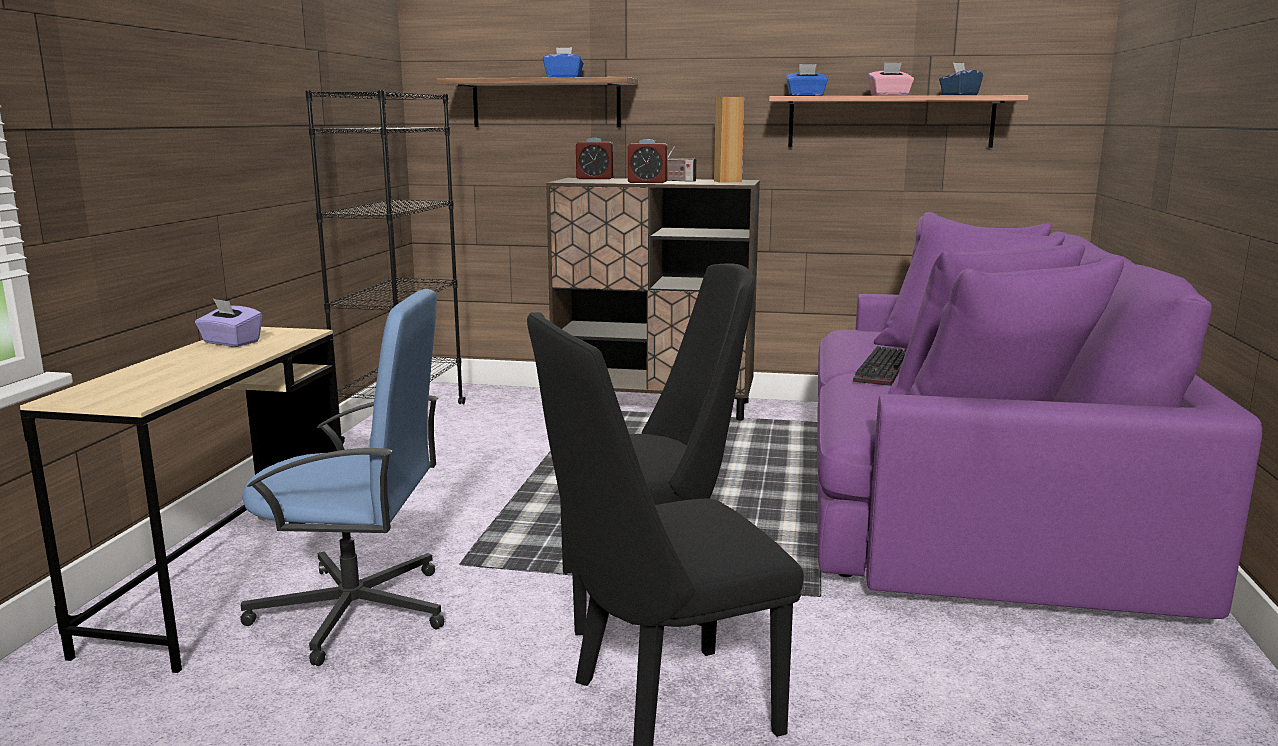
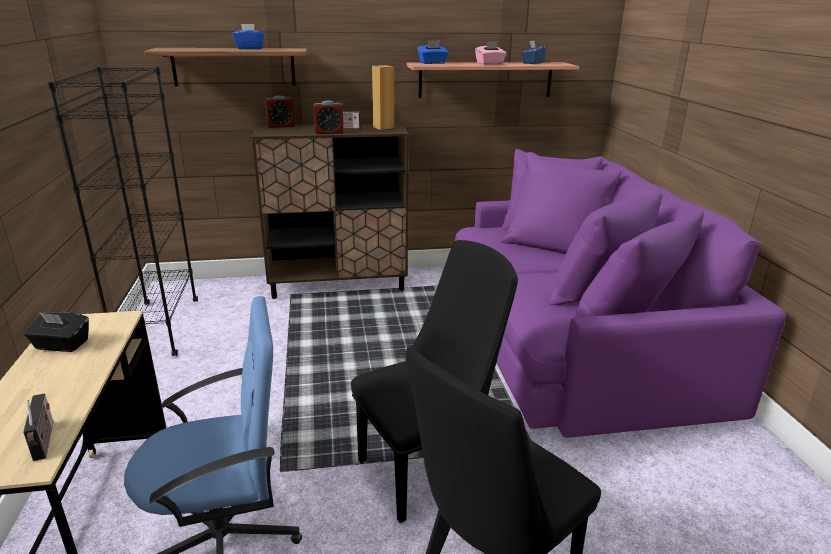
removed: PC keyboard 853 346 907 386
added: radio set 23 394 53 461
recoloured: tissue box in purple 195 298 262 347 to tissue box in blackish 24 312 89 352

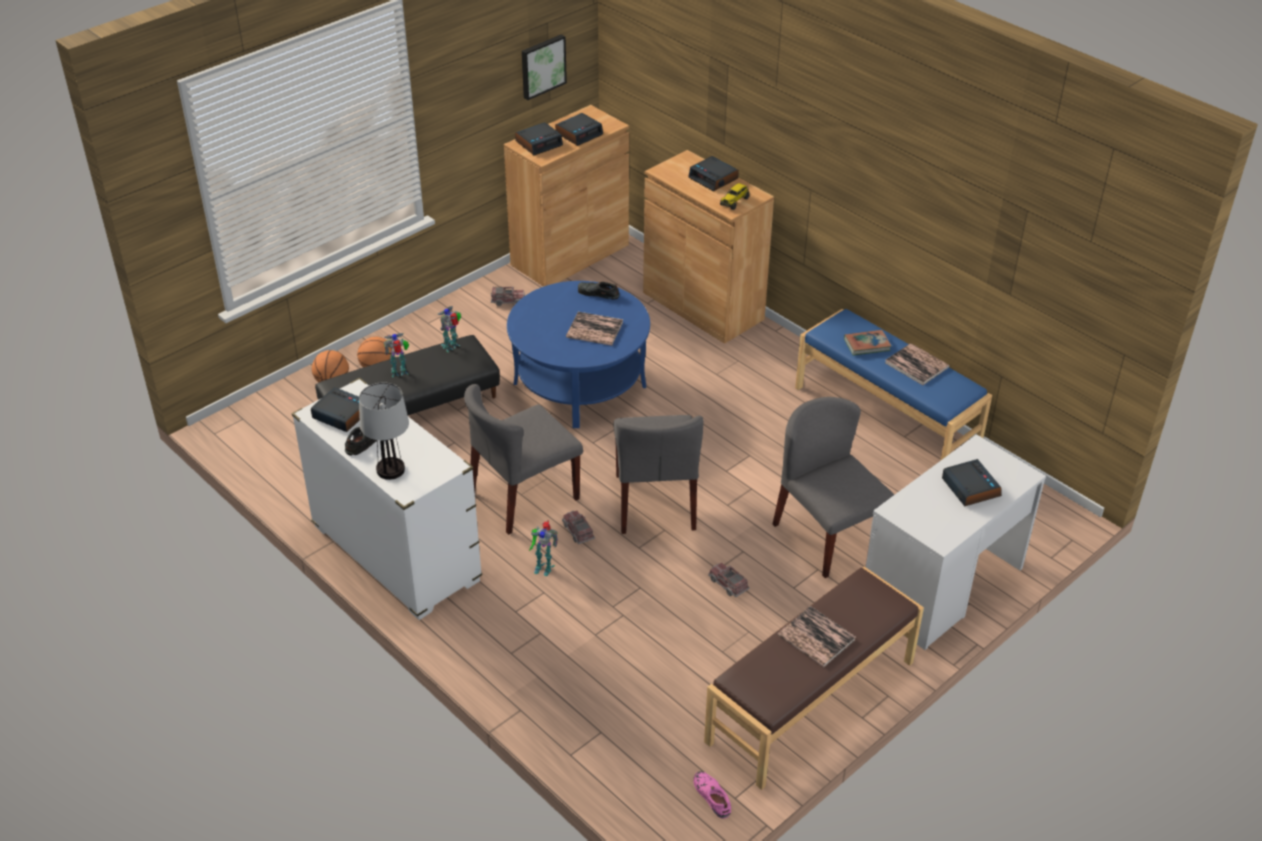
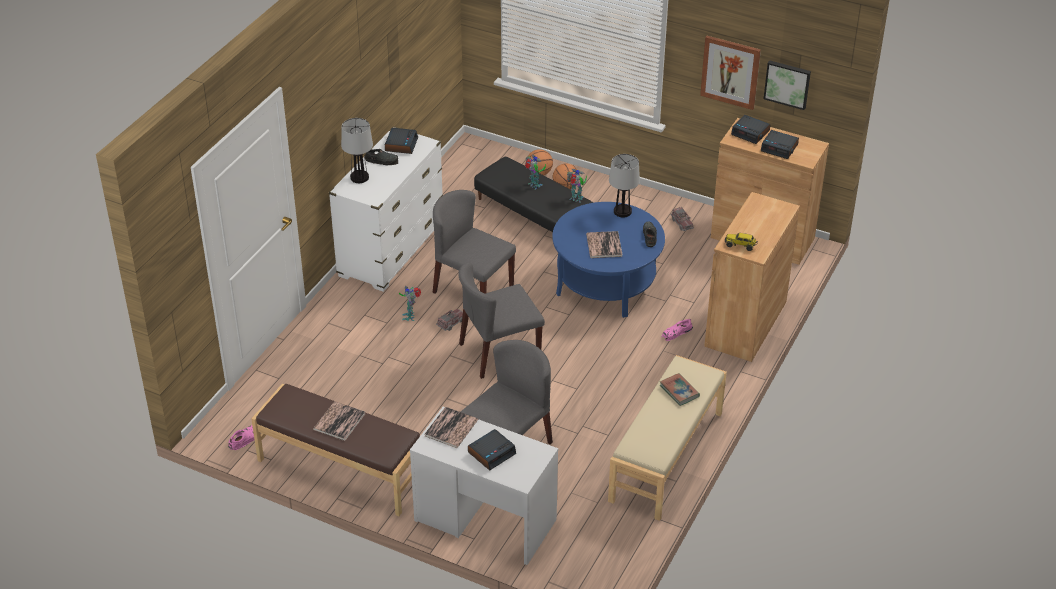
removed: bedside clock 688 156 739 191; toy lorry 708 563 750 597
added: tabletop lamp 609 154 640 218; low shoe in pink-coloured 661 318 693 341; wall art 700 36 761 110
moved: volume 885 343 950 385 to 425 407 478 448
recoloured: indoor bench in bluish 795 309 992 461 to indoor bench in beige 608 355 727 521

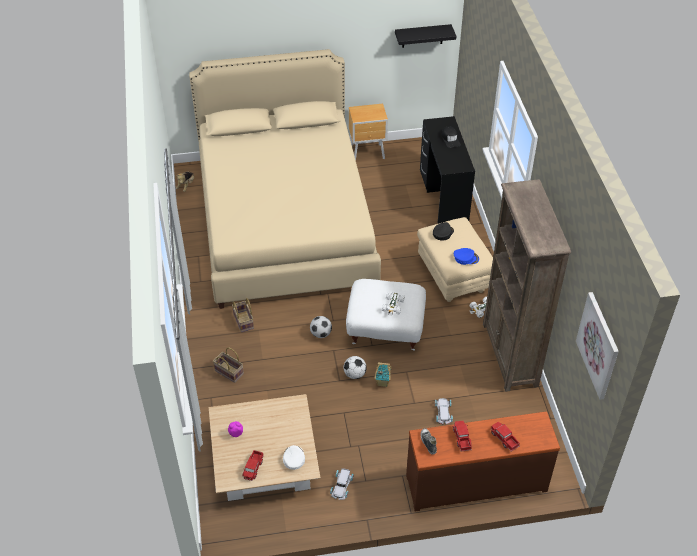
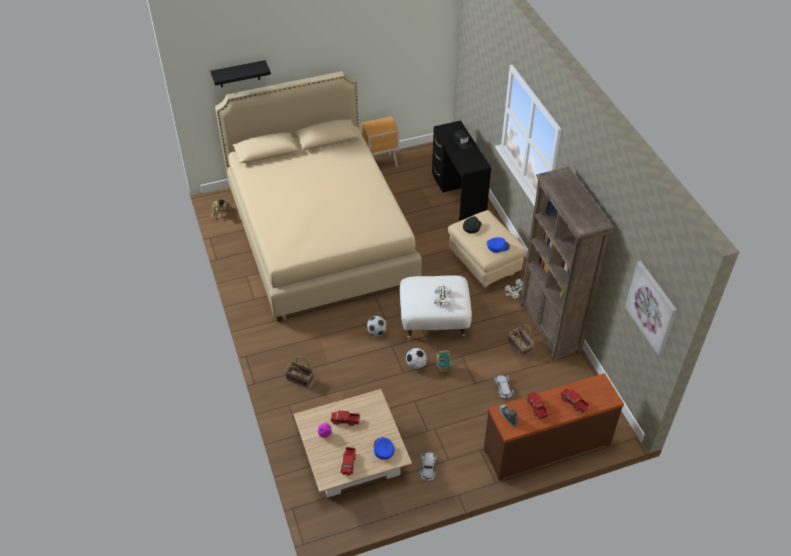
added: toy lorry 331 410 360 426
moved: wall shelf in blackish 395 24 457 48 to 210 60 271 87; household basket 232 298 254 332 to 508 324 535 357
recoloured: cap in whitish 283 445 305 470 to cap in bluish 374 437 394 460

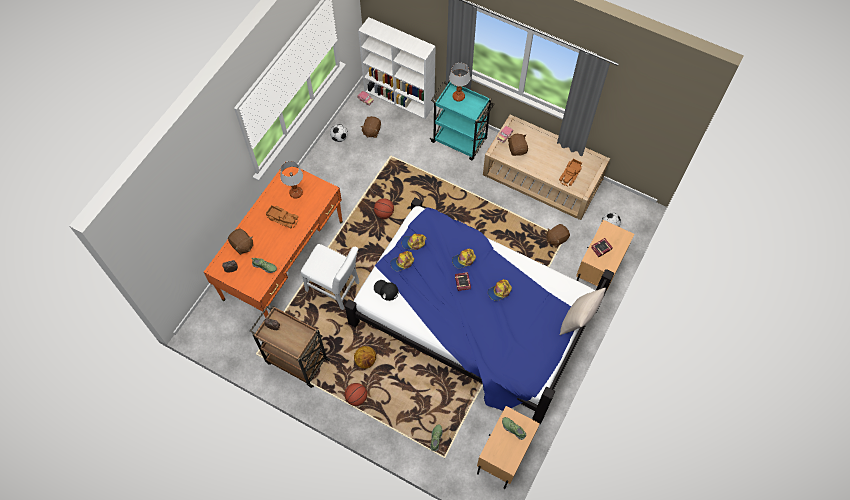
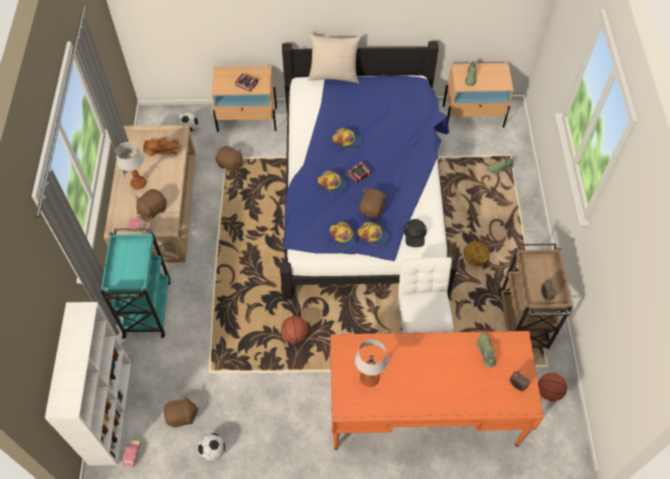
removed: toy lorry 266 205 299 228
moved: tabletop lamp 449 63 470 102 to 116 142 146 189; plush toy in brownish 228 228 253 255 to 359 189 388 218; ball for basketball 345 383 367 406 to 538 373 567 402

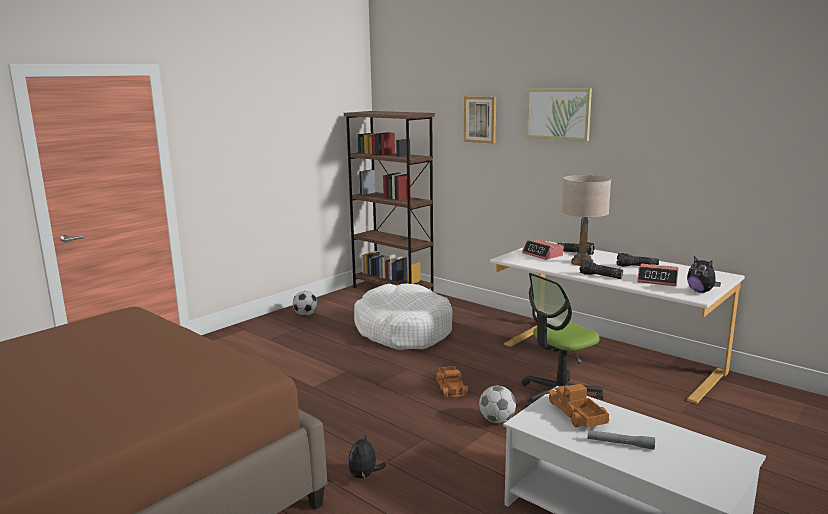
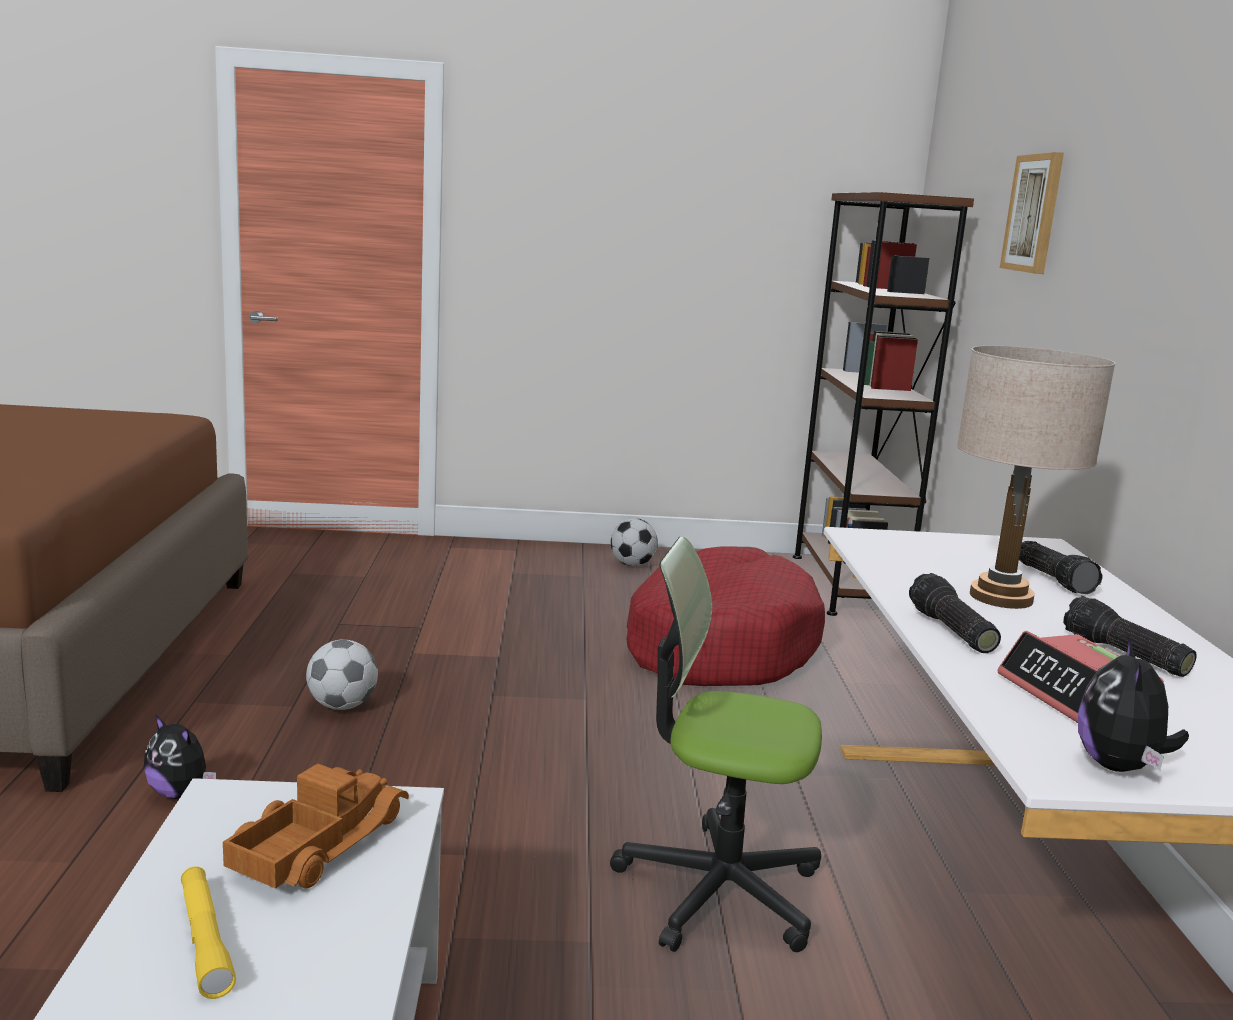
removed: toy lorry 436 366 468 398; bedside clock 522 240 563 260; wall art 526 88 592 141
moved: ball for football 479 386 516 423 to 306 640 378 710
recoloured: flashlight in gray 588 430 655 450 to flashlight in yellow 181 866 236 999; pet bed in whitish 354 283 453 350 to pet bed in red-coloured 626 546 825 686
turned: plush toy 348 432 386 479 = 144 714 216 799 120 degrees counterclockwise

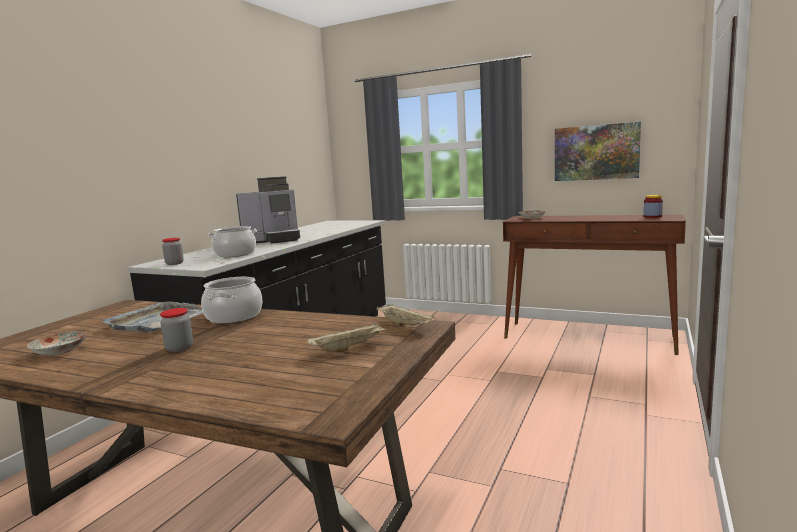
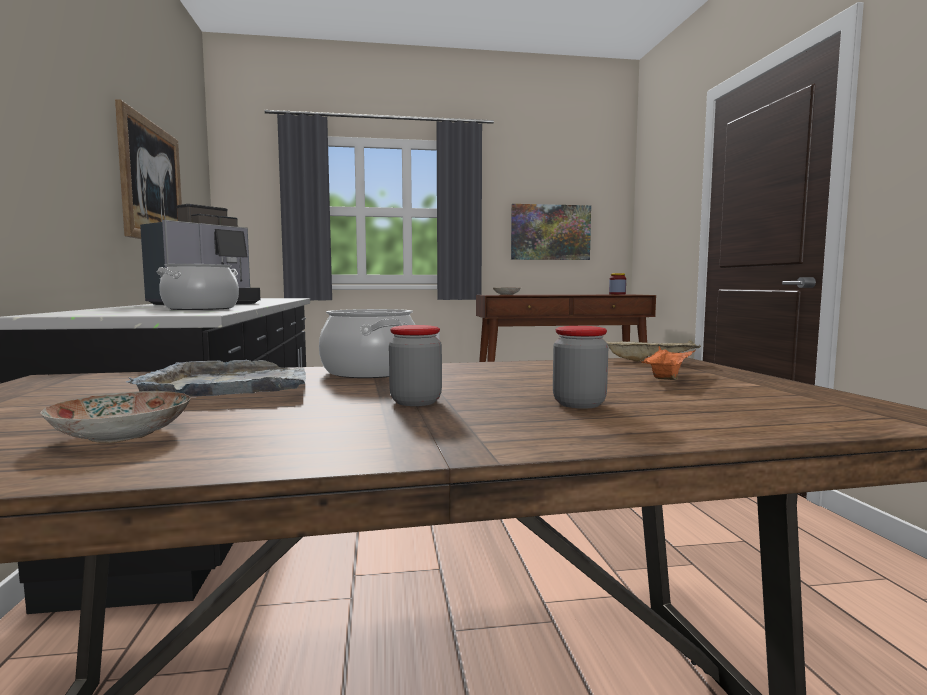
added: wall art 115 99 182 239
moved: jar 162 238 184 265 to 553 326 609 409
recoloured: serving tray in beige 307 322 388 352 to serving tray in orange 641 346 696 380

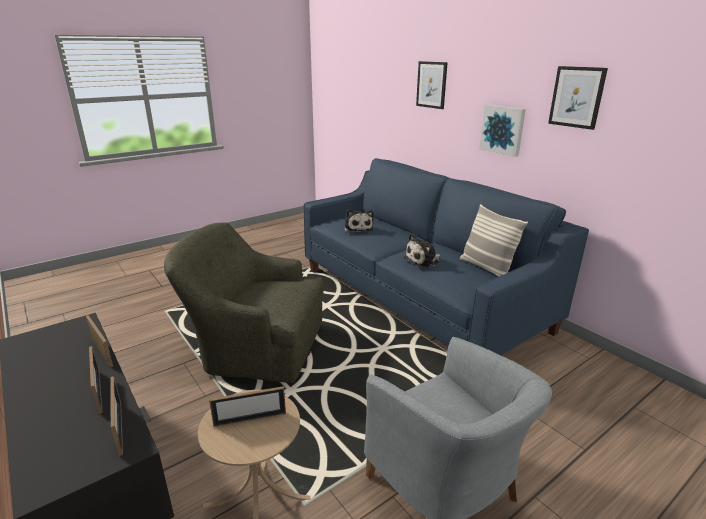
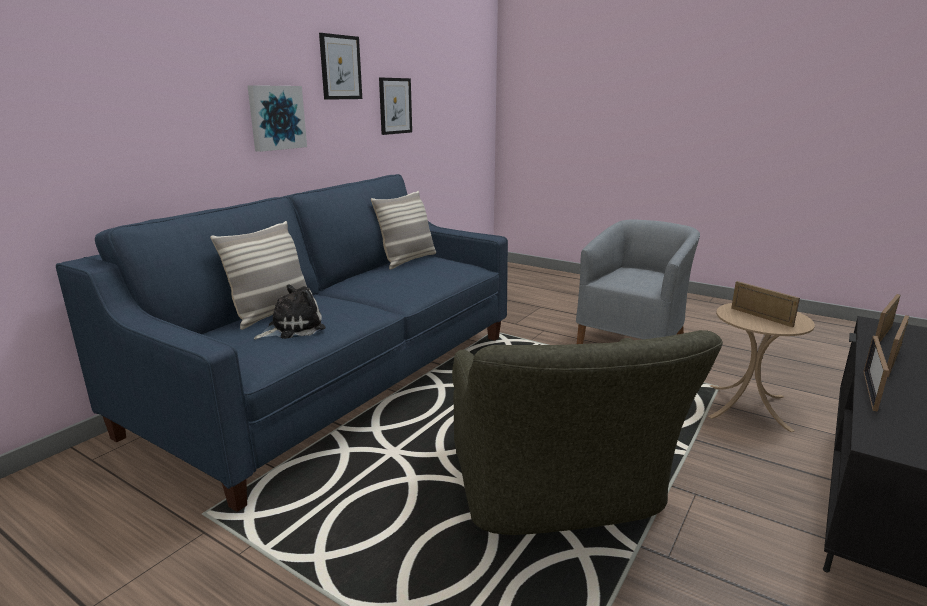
removed: plush toy 404 233 441 268
added: throw pillow 210 221 307 330
moved: wall art 416 61 448 109 to 379 78 412 135

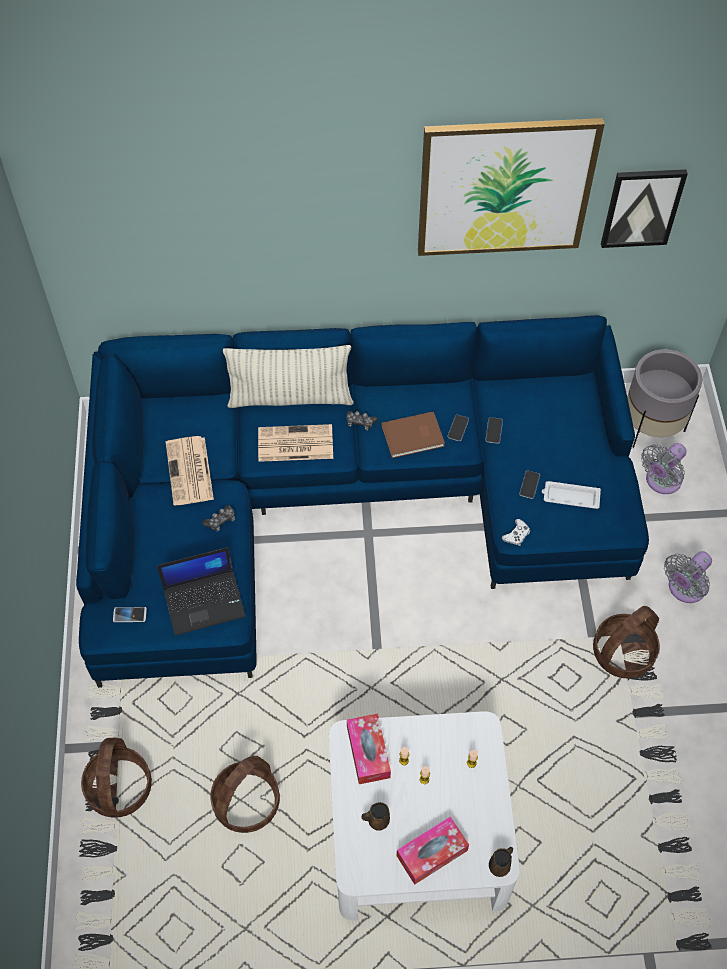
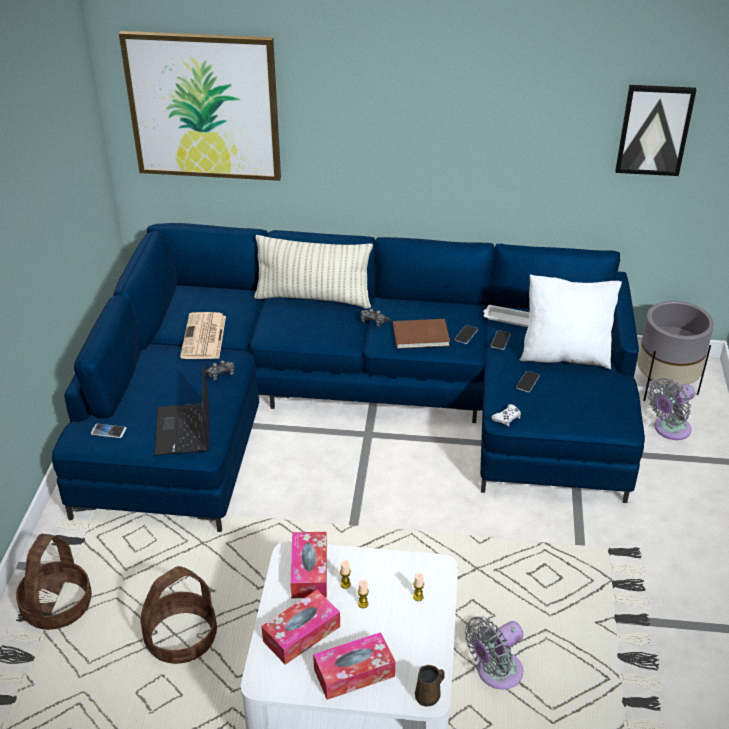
removed: newspaper 258 424 333 462; household basket 593 606 660 678
added: throw pillow in whitish 520 274 622 369
moved: wall art 418 118 605 256 to 119 31 281 181; cooling fan in gray 664 551 712 603 to 465 616 524 689; serving tray in whitish 542 481 601 509 to 483 305 530 327
replaced: coffee mug in brownish 362 802 390 831 to tissue box 261 590 340 665
turned: laptop 157 547 246 636 = 154 364 210 455 90 degrees clockwise

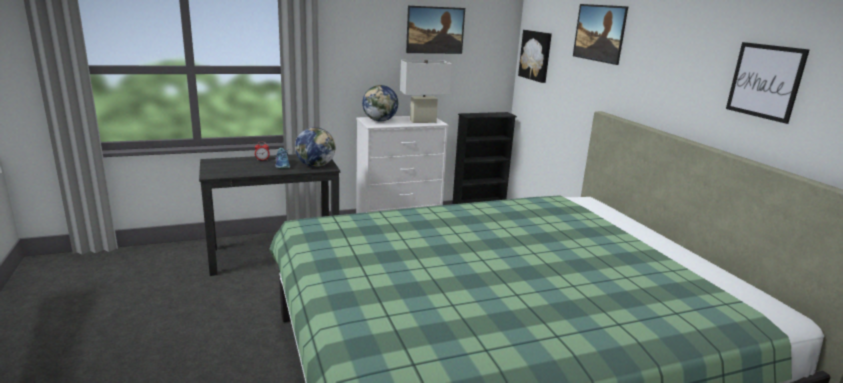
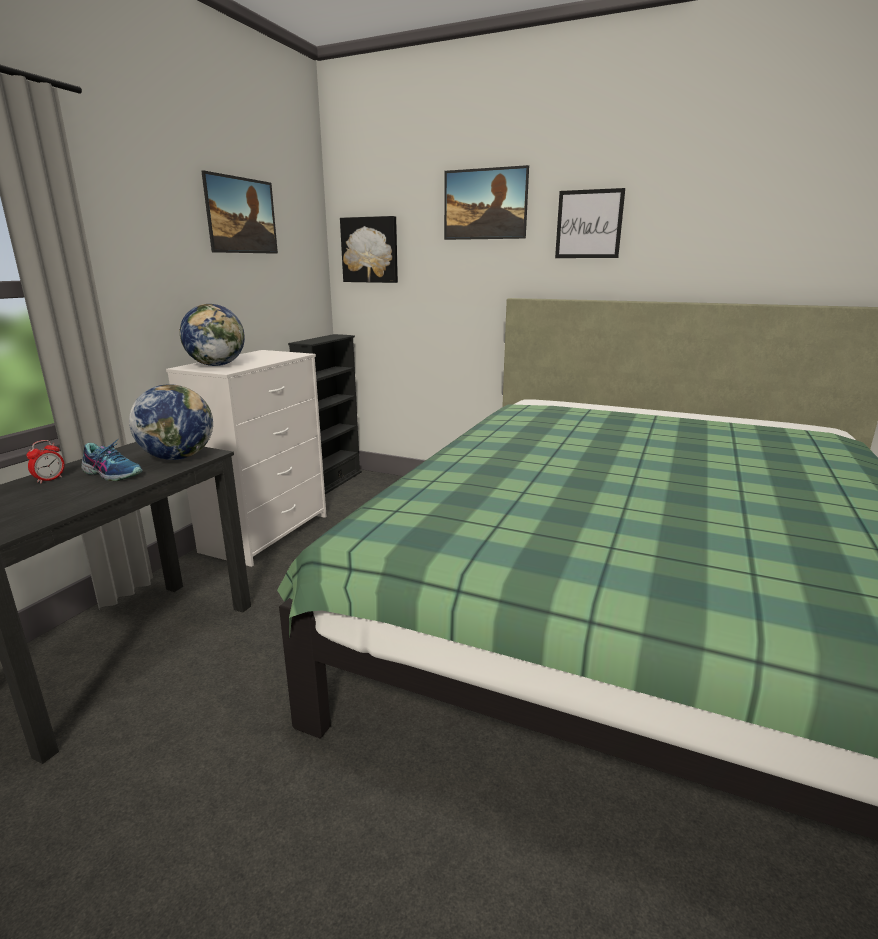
removed: tabletop lamp in whitish 400 60 452 123
moved: wall art 726 42 810 124 to 555 188 625 258

